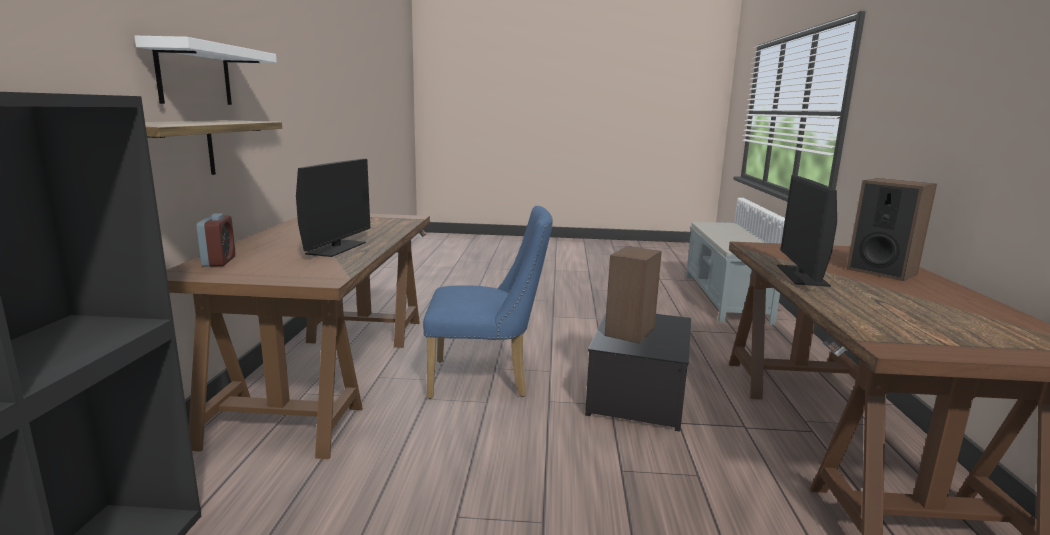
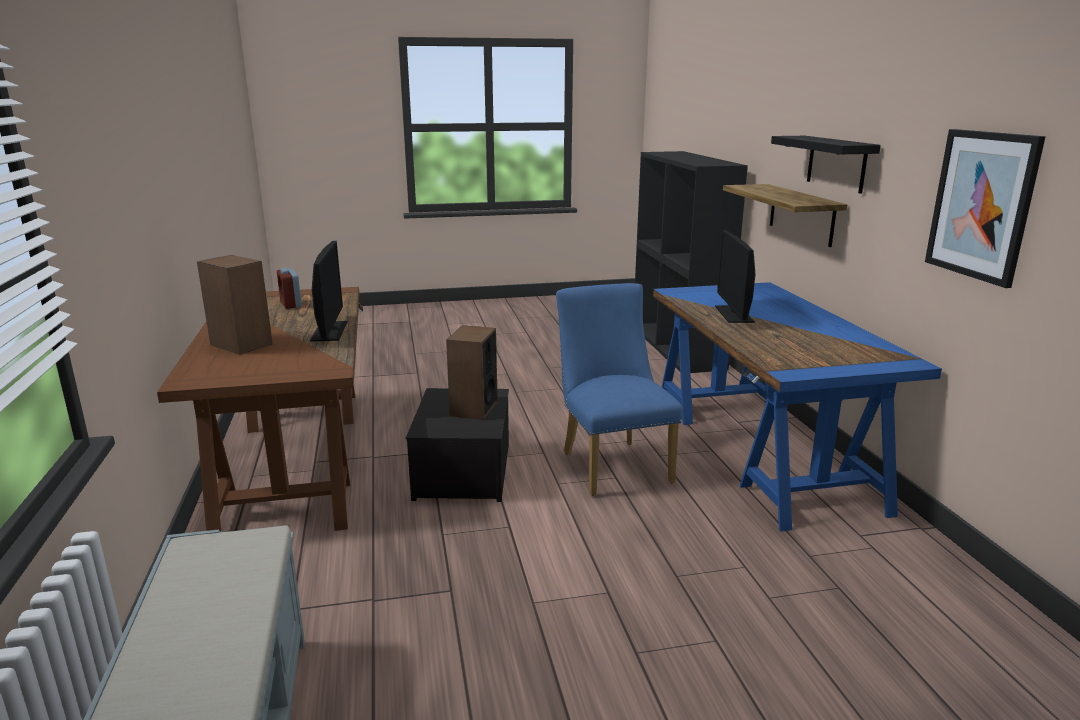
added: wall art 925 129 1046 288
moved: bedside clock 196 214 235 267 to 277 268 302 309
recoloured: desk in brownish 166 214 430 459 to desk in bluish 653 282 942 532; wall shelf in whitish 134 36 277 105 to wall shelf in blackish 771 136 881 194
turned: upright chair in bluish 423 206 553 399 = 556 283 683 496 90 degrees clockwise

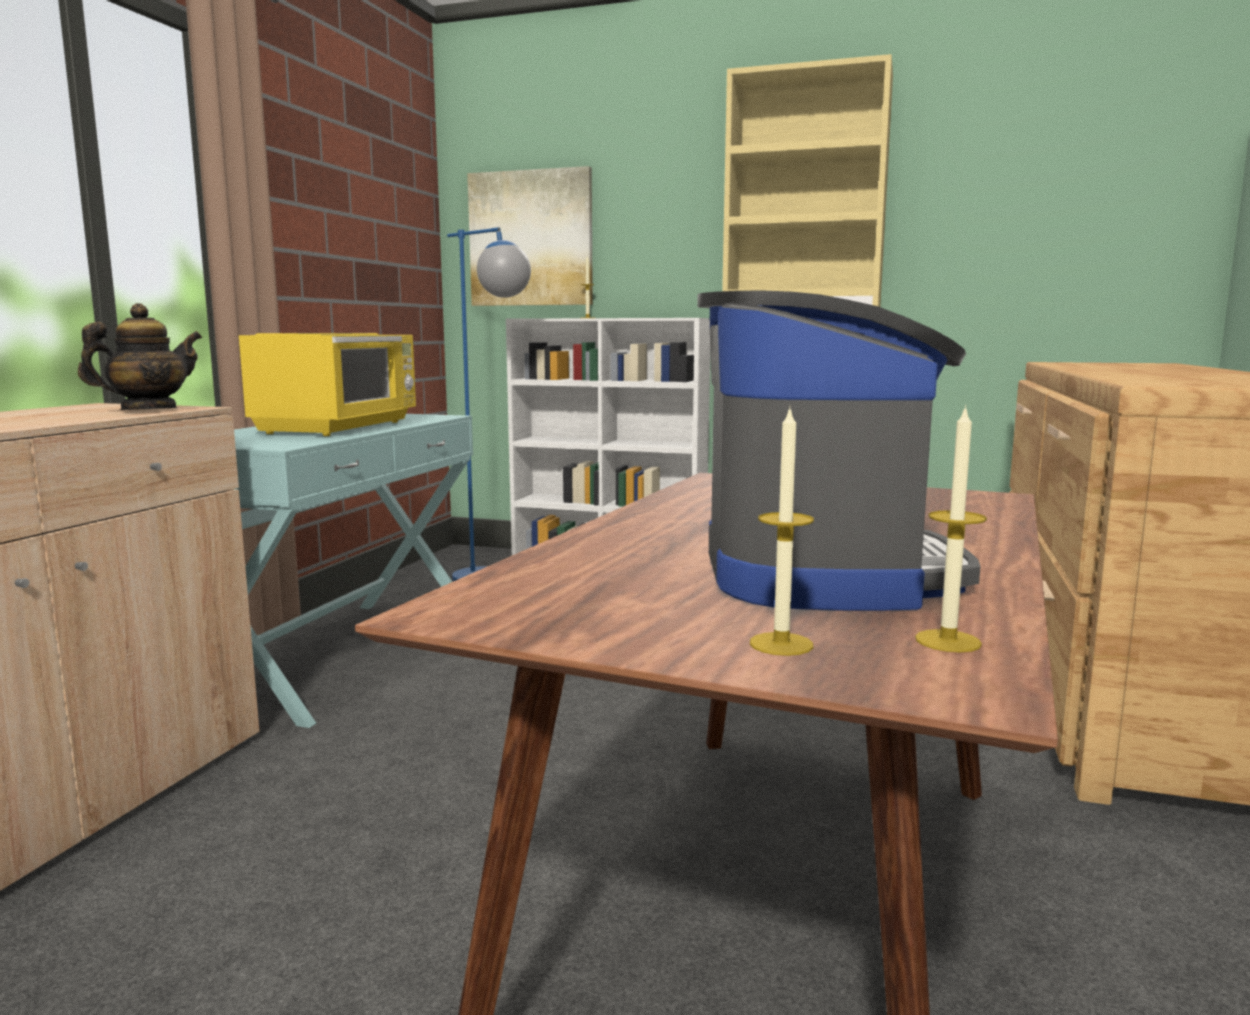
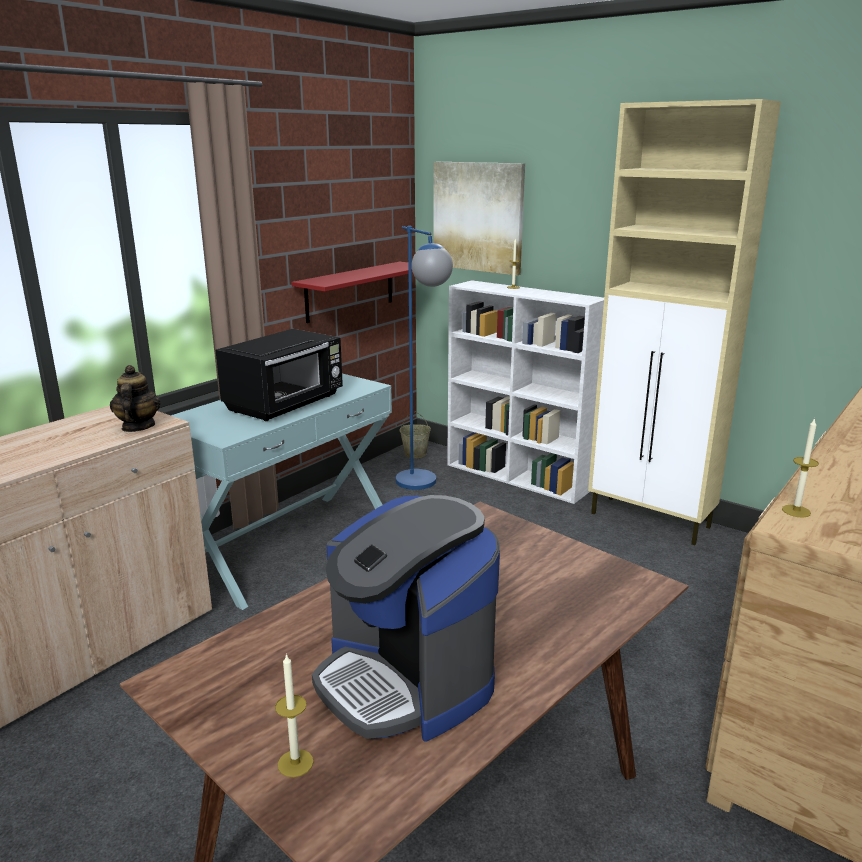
added: wall shelf in red-coloured 291 262 413 323; water bucket in beige 399 412 431 459
moved: wax candle 915 405 987 652 to 782 418 819 518
recoloured: kitchen microwave in yellow 239 333 416 436 to kitchen microwave in blackish 216 329 343 421
turned: tea pot 78 303 202 410 = 110 365 161 432 75 degrees counterclockwise; coffee machine 697 290 981 611 = 312 495 500 742 120 degrees clockwise

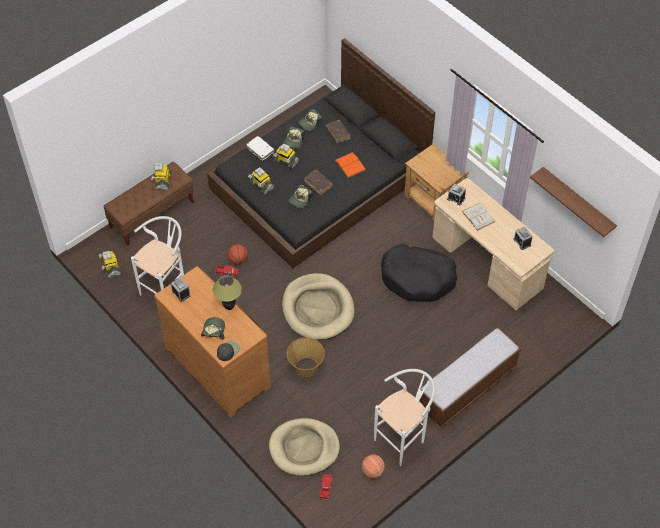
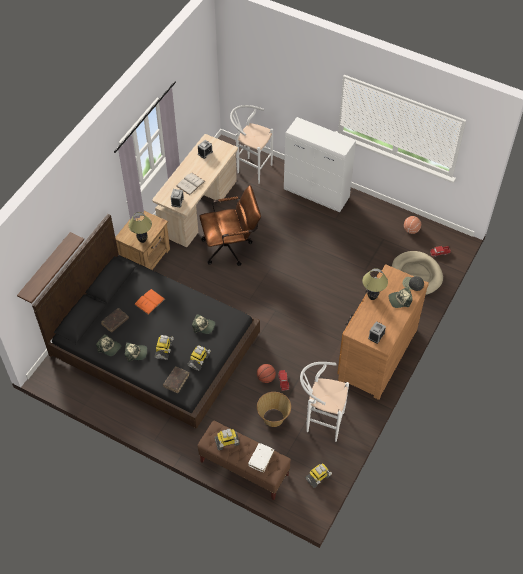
removed: pet bed in beige 282 273 355 340
added: tabletop lamp 128 212 152 243
moved: wall shelf 530 167 617 237 to 17 232 84 303; volume in brownish 304 170 333 195 to 163 366 189 393; sitting stool in whitish 374 369 435 466 to 230 105 273 184; volume in whitish 246 136 274 161 to 248 443 274 473; household basket 287 337 325 377 to 257 392 291 427
replaced: pet bed in blackish 381 244 457 302 to office chair in brownish 199 185 261 266; indoor bench 420 328 521 429 to storage cabinet in whitish 284 117 356 212

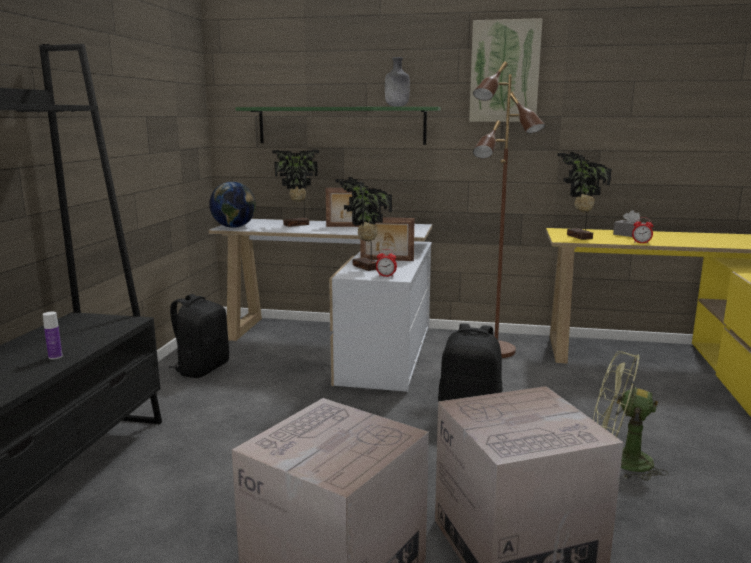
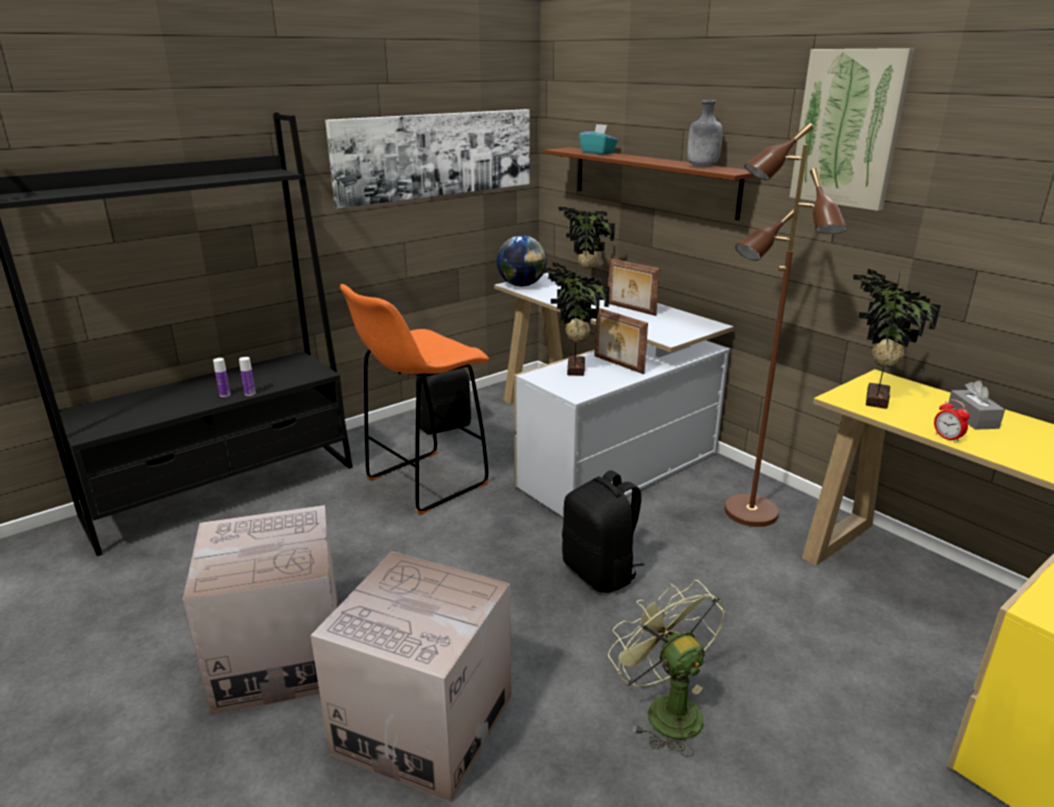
removed: bedside clock 376 249 397 277
added: drink bottle 239 357 256 396; wall art 325 109 530 209; sitting stool in orange 340 284 489 515; tissue box in turquoise 579 124 618 155
recoloured: wall shelf in green 235 107 441 145 to wall shelf in brownish 544 147 756 220

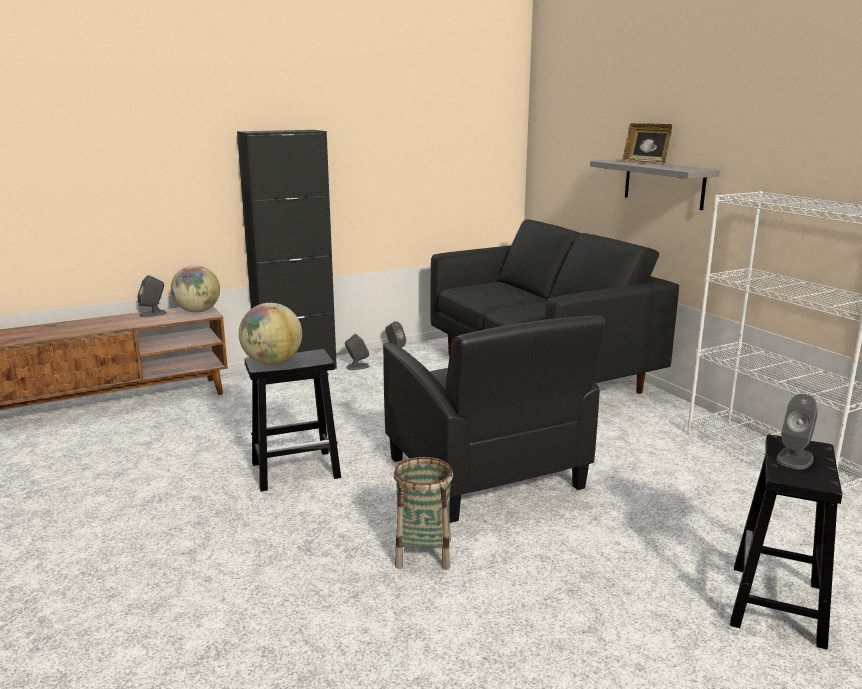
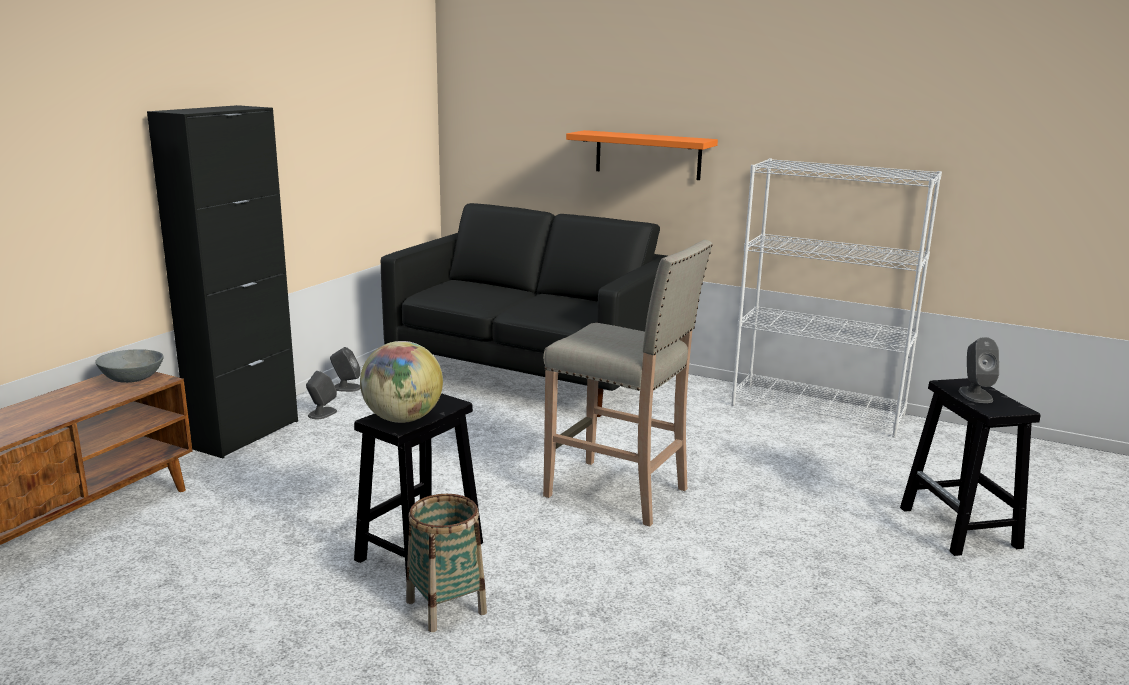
removed: speaker in gray 138 275 167 317; standing frame 622 123 672 165
moved: household basket 394 457 453 570 to 406 494 487 632
replaced: desk globe 171 265 220 313 to serving bowl in gray 95 349 164 383; lounge chair in blackish 383 315 605 523 to sitting stool in beige 543 240 713 526
recoloured: wall shelf in gray 590 159 720 210 to wall shelf in orange 566 130 718 180

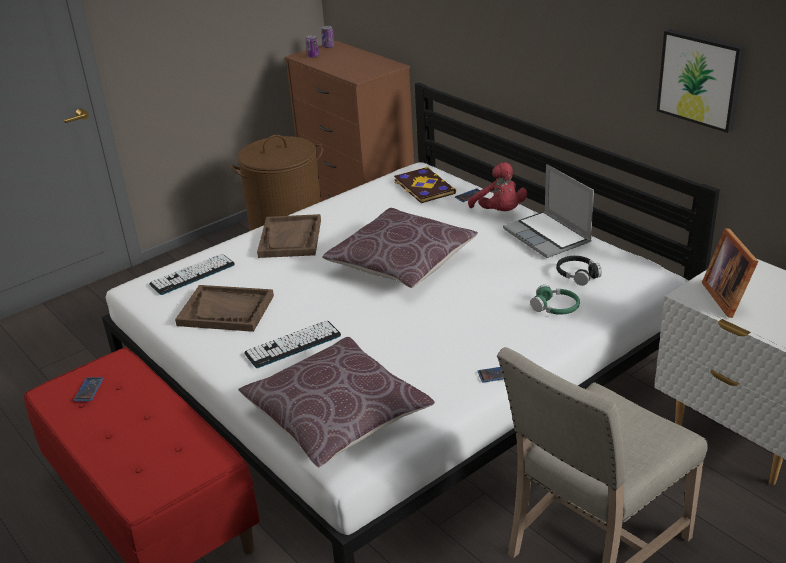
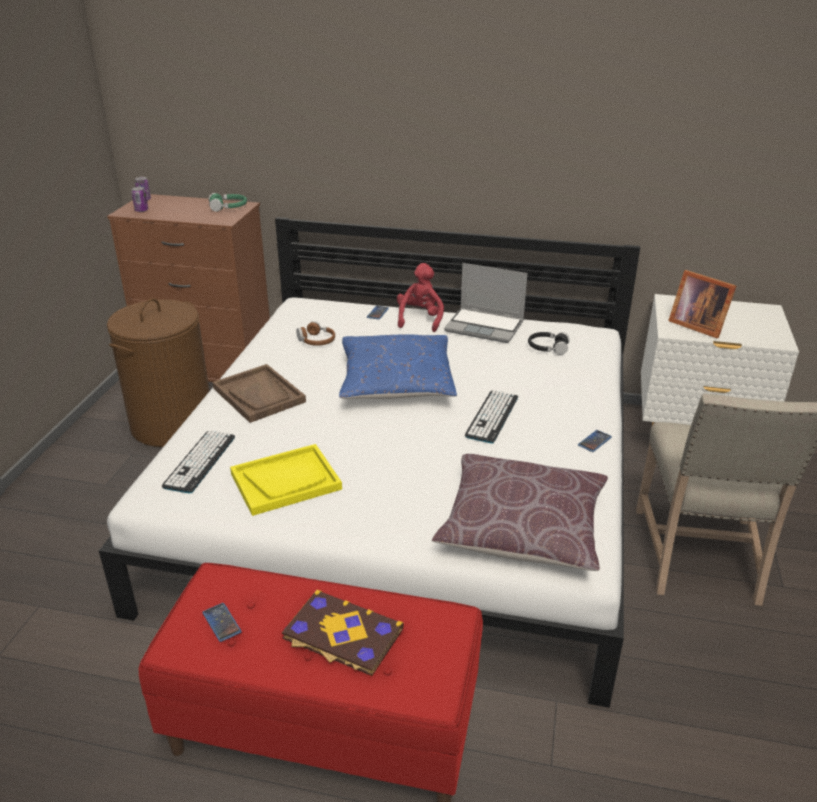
removed: wall art 657 29 745 133
added: pair of headphones in brownish 296 321 335 346
moved: pair of headphones in green 531 285 580 315 to 209 193 247 212; volume 394 167 456 203 to 282 590 403 676; PC keyboard 244 321 341 368 to 465 390 518 443
recoloured: serving tray in brownish 175 285 274 332 to serving tray in yellow 230 444 342 516; throw pillow in brownish 322 208 478 288 to throw pillow in bluish 339 334 457 399
turned: plush toy in red-coloured 468 162 527 211 = 397 263 444 332 105 degrees counterclockwise

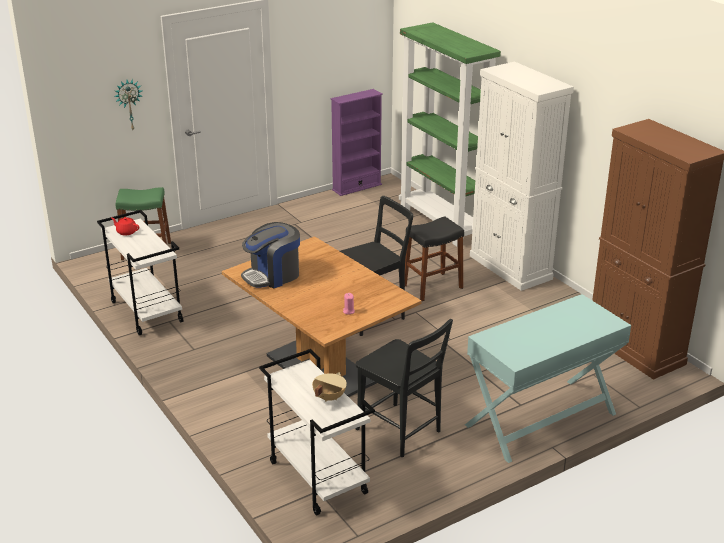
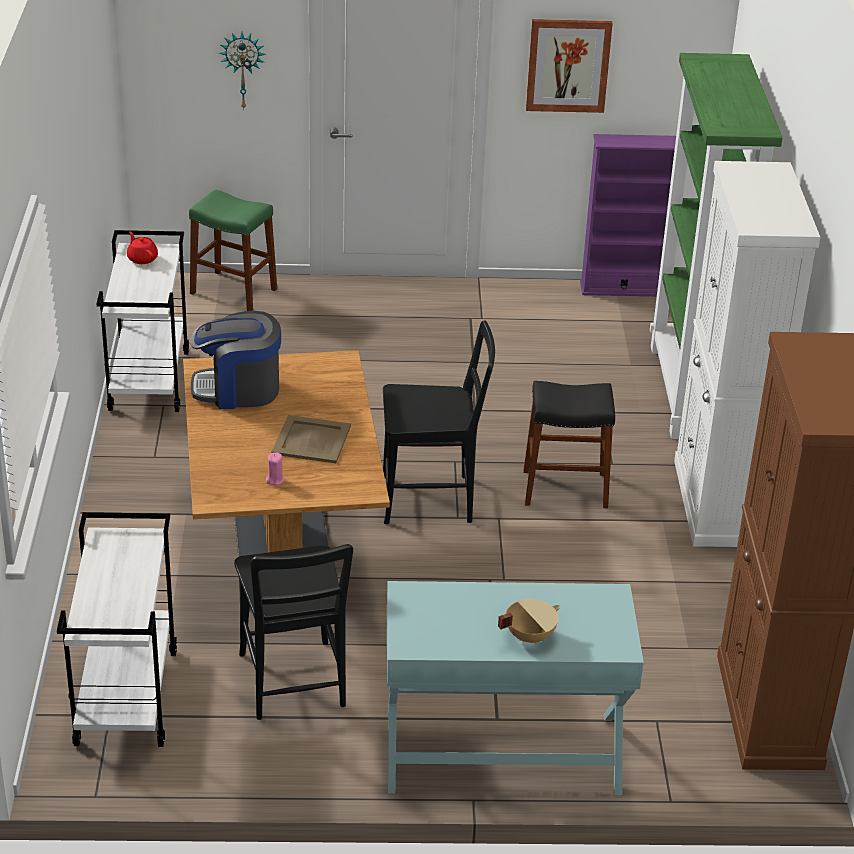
added: serving tray in beige 272 415 351 463; wall art 526 19 613 113
moved: saucepot in beige 312 372 347 402 to 498 599 560 644

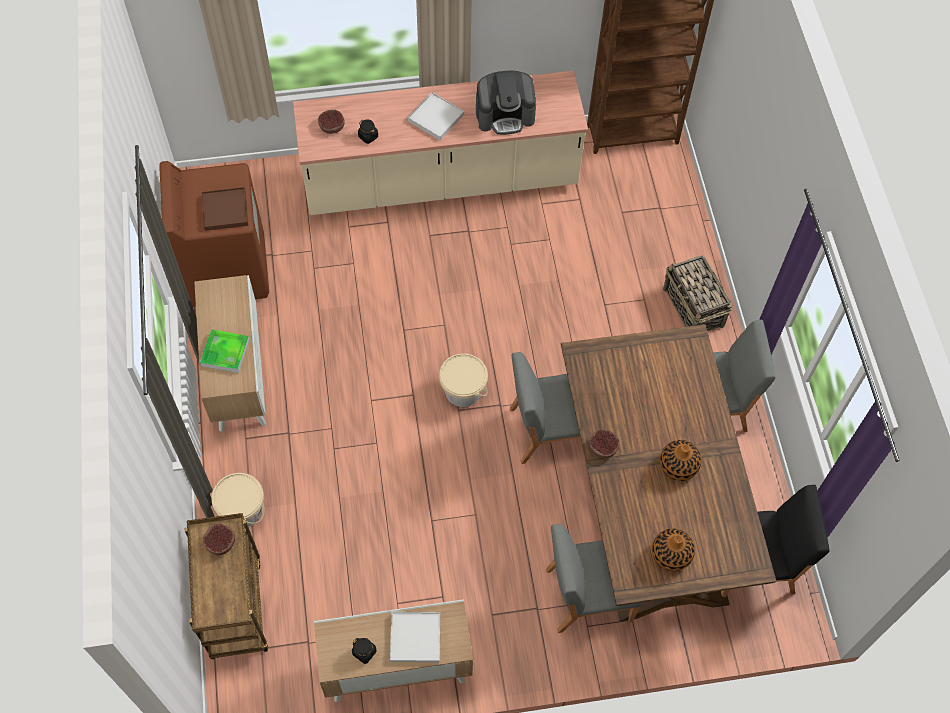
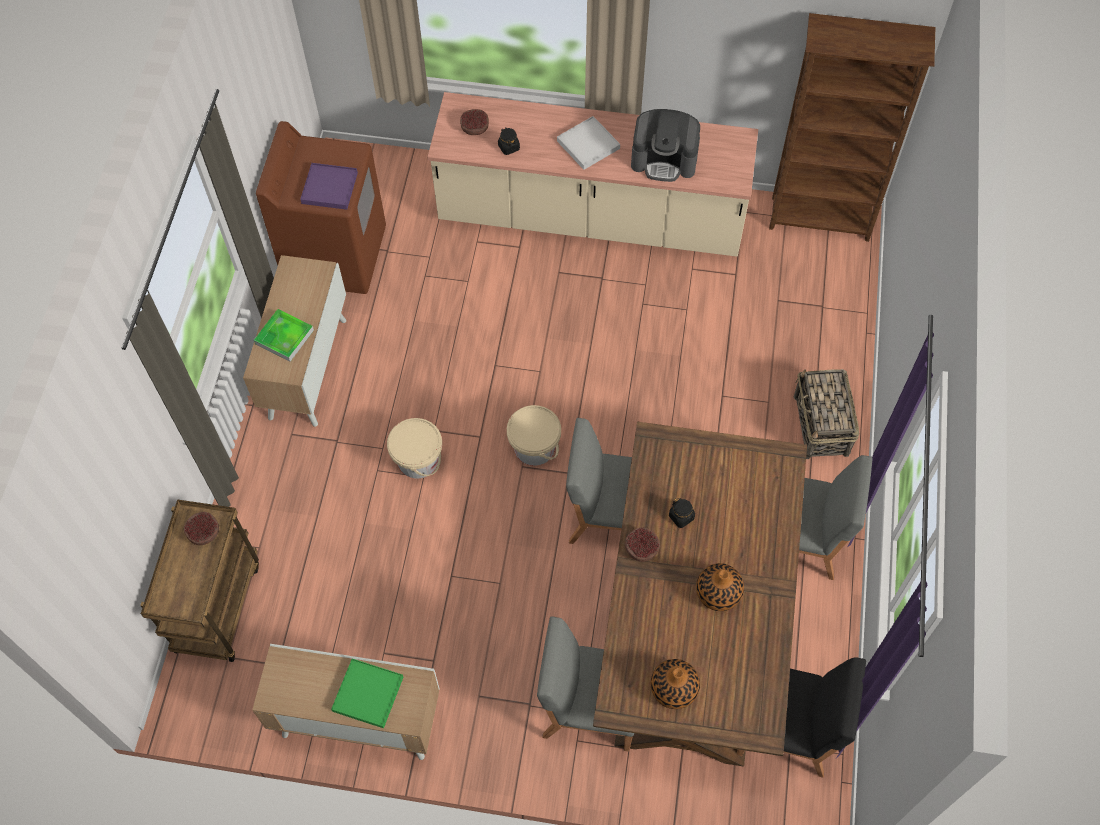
moved: water bucket in beige 211 473 265 527 to 387 418 442 479; jar in blackish 352 638 377 664 to 669 498 695 528
recoloured: serving tray in brownish 202 187 248 231 to serving tray in purple 300 163 358 210; serving tray in whitish 390 612 440 663 to serving tray in green 331 659 403 728

